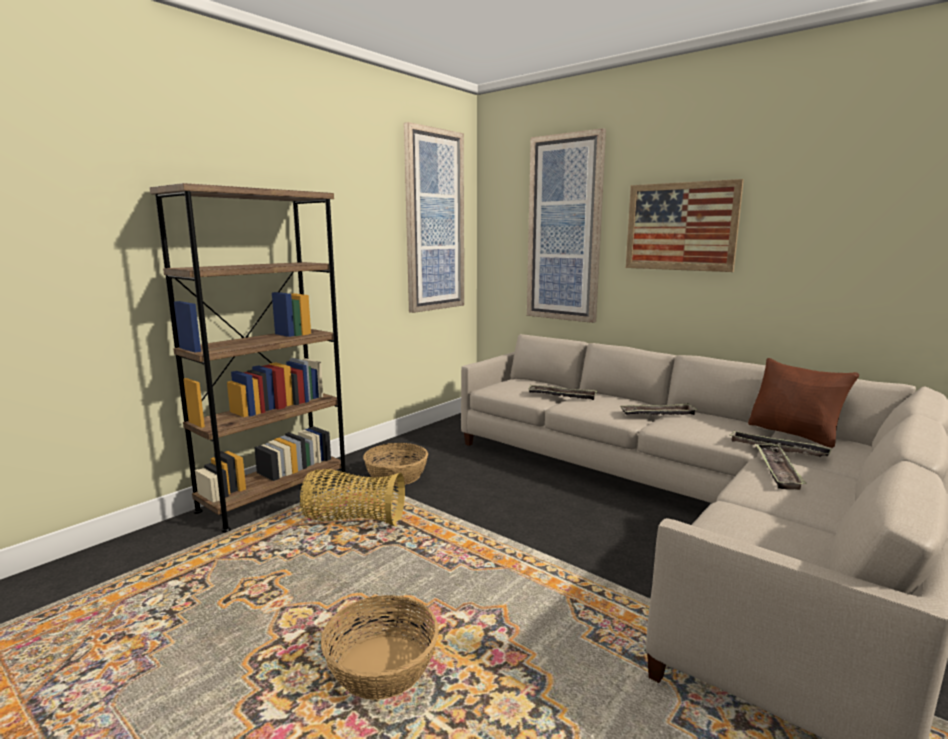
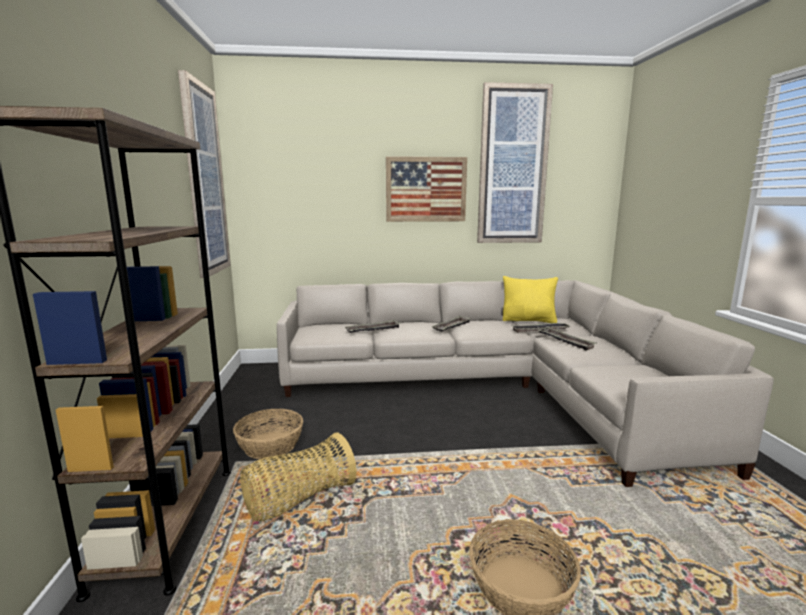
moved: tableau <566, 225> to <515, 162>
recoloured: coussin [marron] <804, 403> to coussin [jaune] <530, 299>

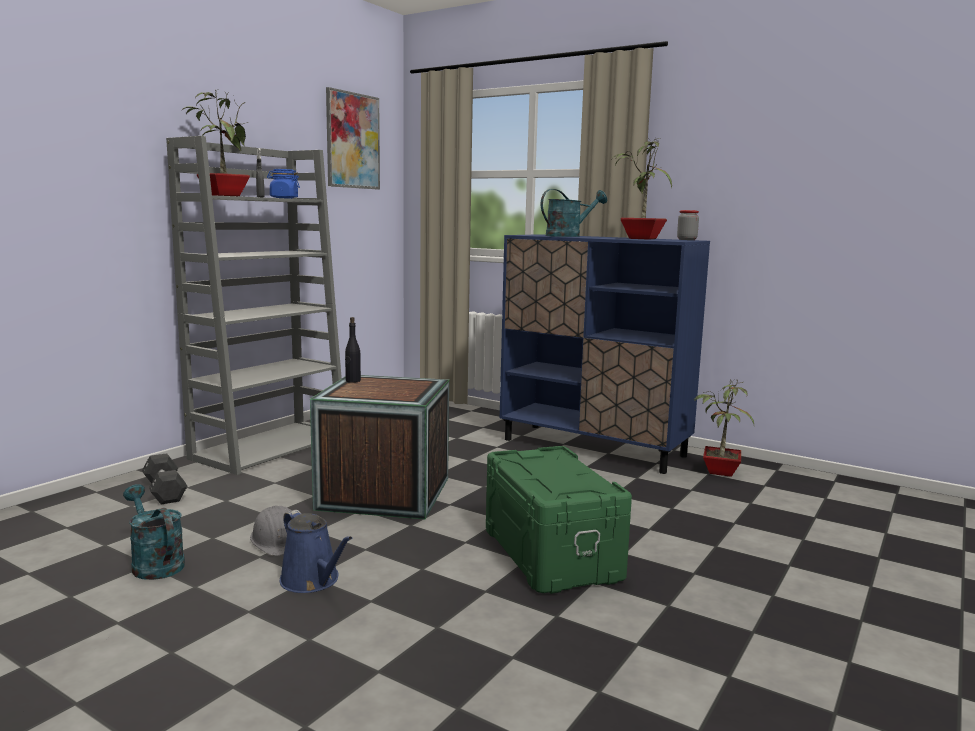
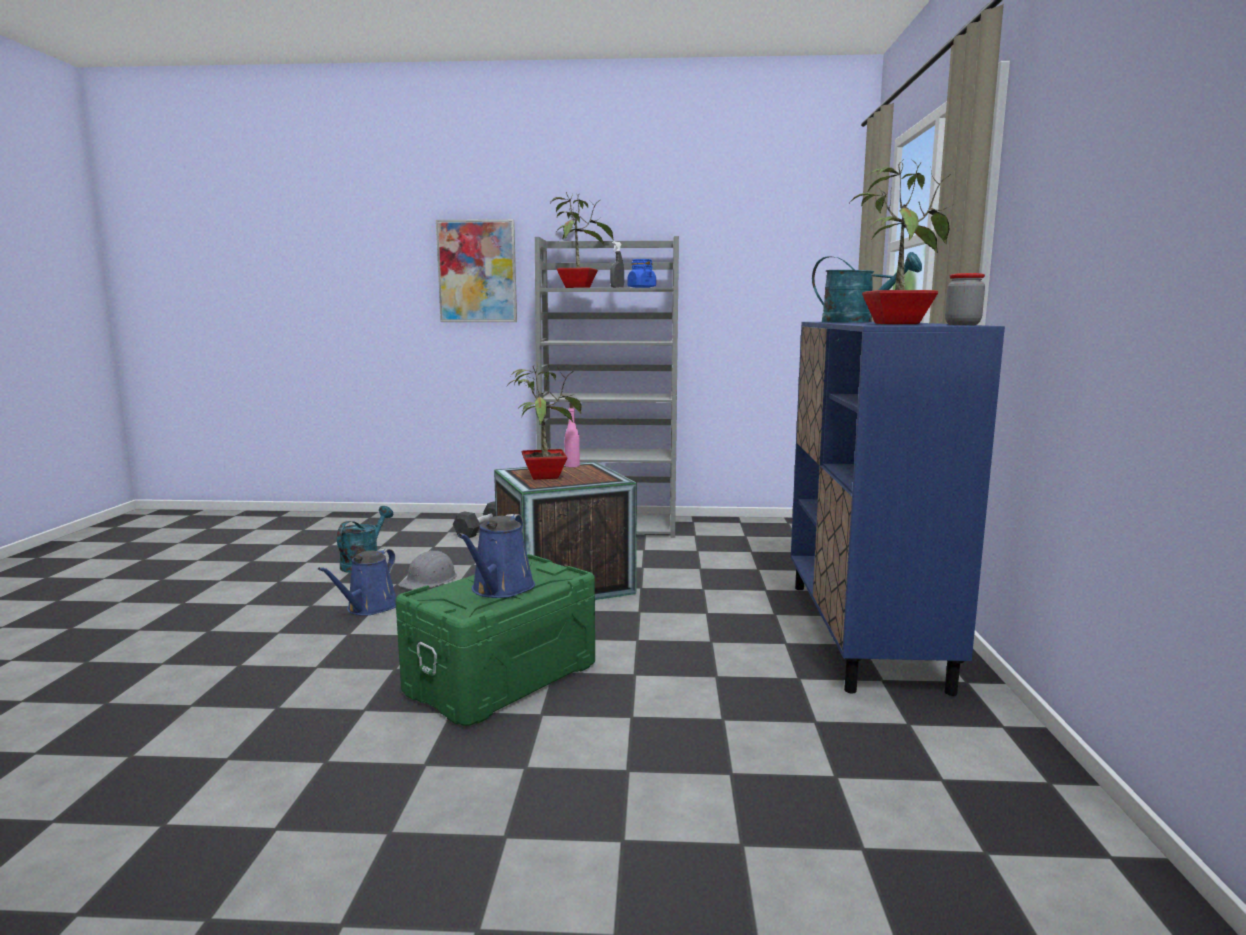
added: arrosoir [bleu] <496, 556>
moved: tableau <353, 138> to <476, 270>; plante en pot <724, 428> to <544, 421>
recoloured: bouteille [noir] <353, 350> to bouteille [rose] <572, 435>

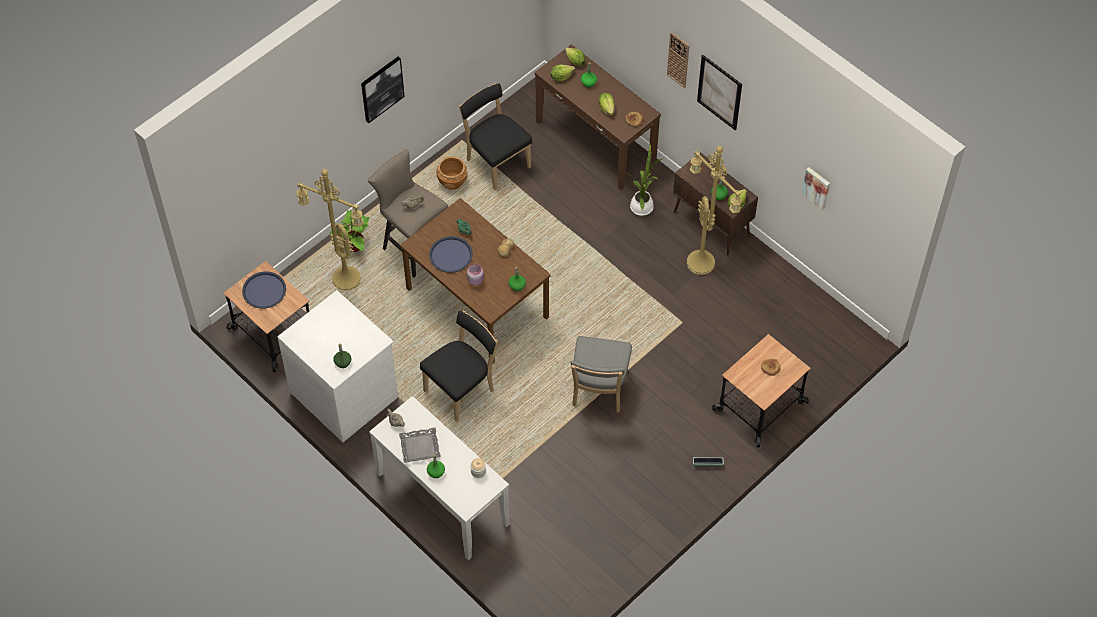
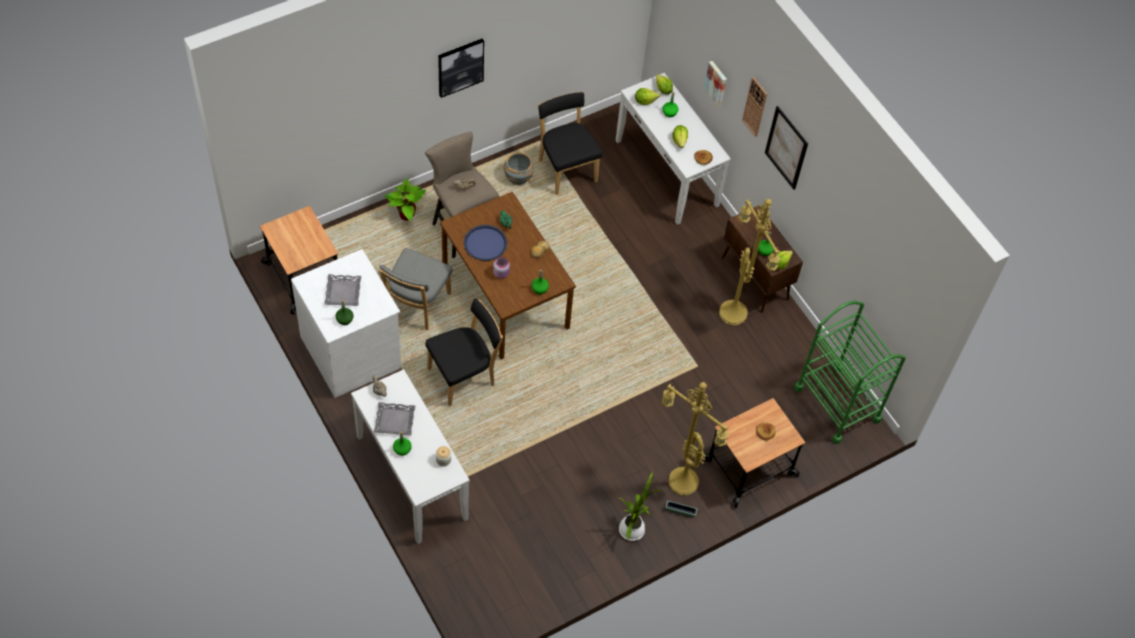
removed: plateau [bleu] <264, 290>
added: plateau [gris] <342, 290>; chariot [vert] <850, 372>
moved: chaise [gris] <601, 374> to <415, 289>; plante en pot <646, 180> to <640, 506>; lampadaire [jaune] <330, 230> to <695, 439>; tableau <816, 188> to <715, 84>
recoloured: cache-pot [marron] <451, 173> to cache-pot [gris] <519, 168>; table console [marron] <598, 117> to table console [blanc] <673, 149>

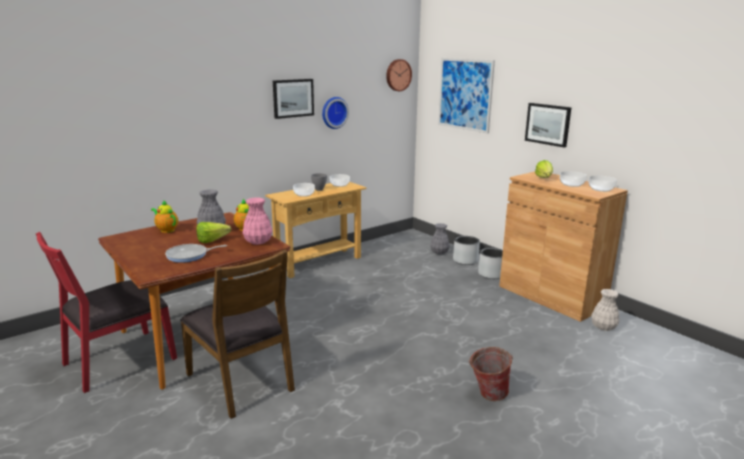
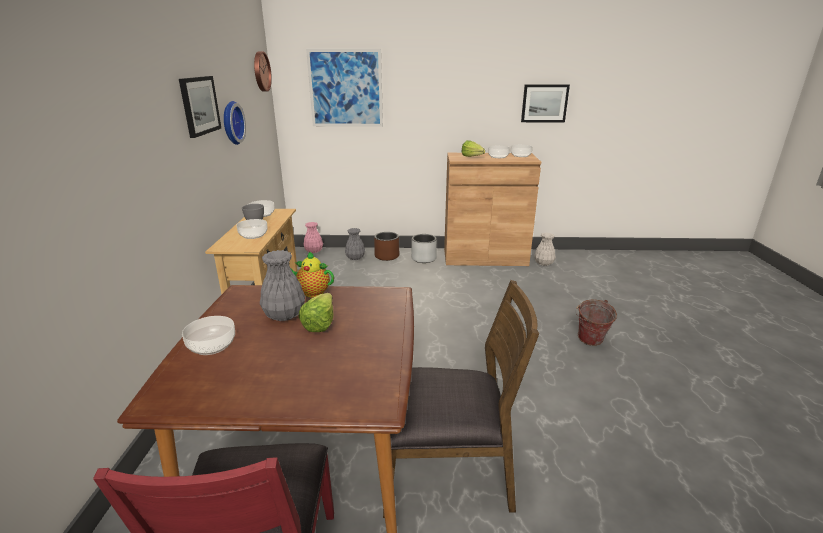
removed: poêle <196, 253>
moved: vase [rose] <257, 221> to <313, 237>; tableau <548, 125> to <545, 104>
replaced: théière <164, 216> to bol <208, 335>
recoloured: cache-pot [gris] <466, 250> to cache-pot [marron] <386, 246>

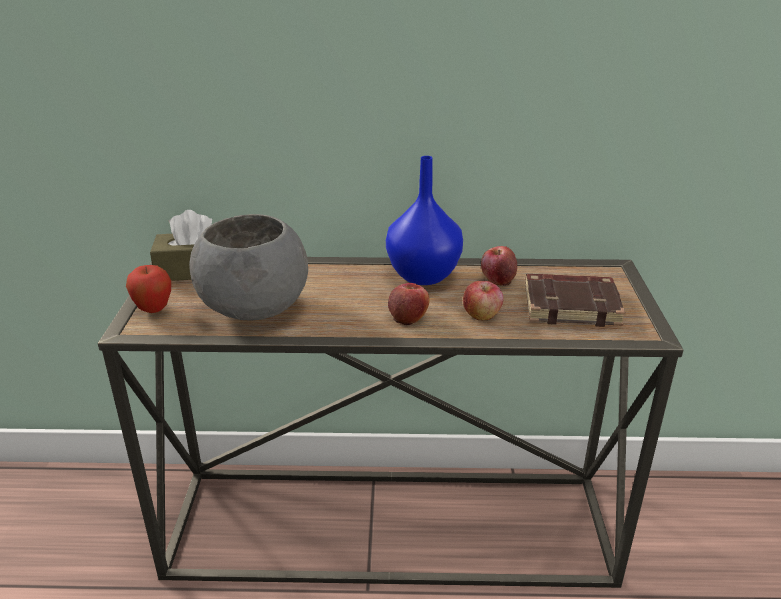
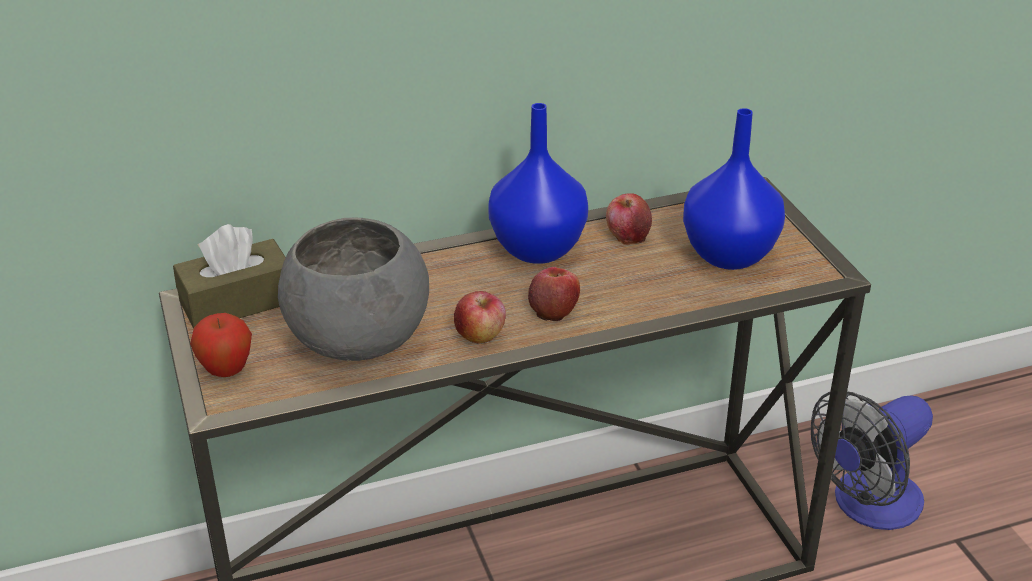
added: ventilateur <872, 460>
moved: pomme <483, 300> to <480, 317>
replaced: livre [marron] <575, 300> to vase [bleu] <734, 189>

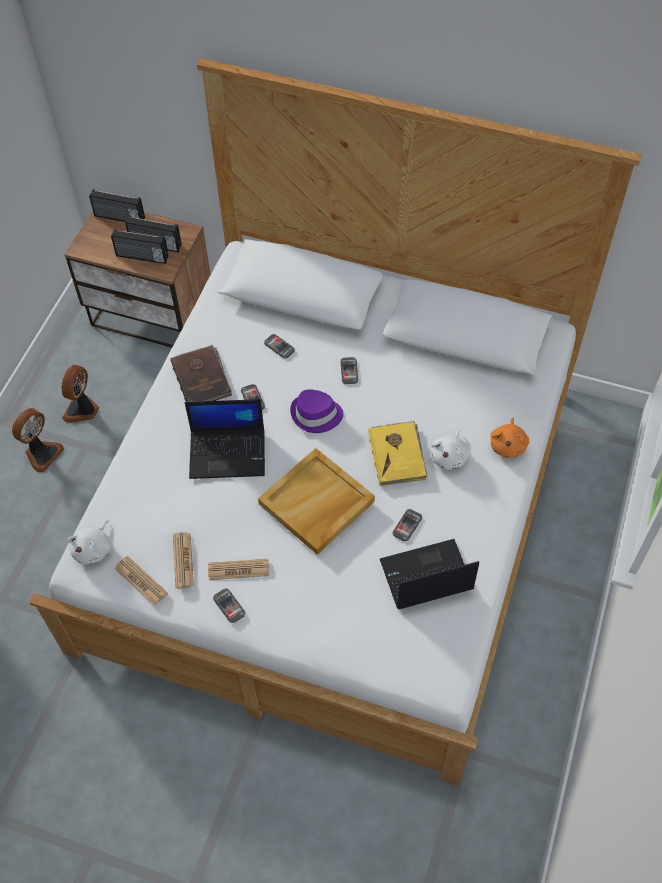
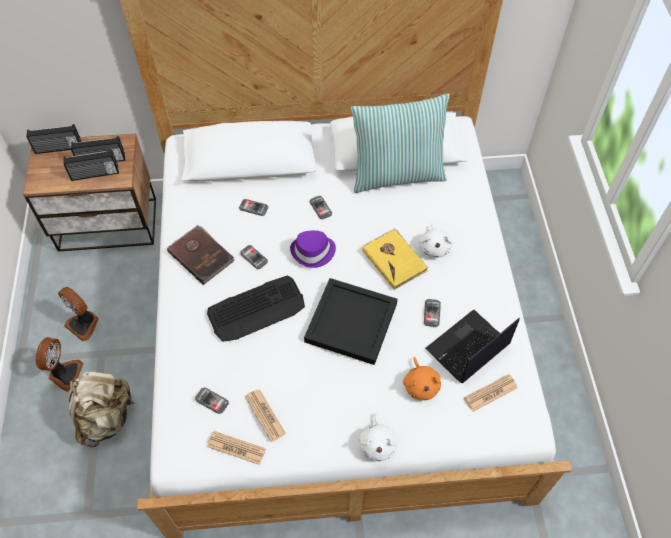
added: sac à dos [beige] <101, 410>; coussin <400, 143>
moved: téléphone <229, 606> to <212, 400>; peluche [blanc] <89, 542> to <378, 437>; peluche [orange] <509, 438> to <422, 378>; journal <238, 569> to <491, 393>
replaced: ordinateur portable <225, 439> to clavier <256, 308>
recoloured: plateau [beige] <316, 501> to plateau [noir] <351, 321>
turned: ventilateur <80, 393> = <78, 314> 45 degrees counterclockwise

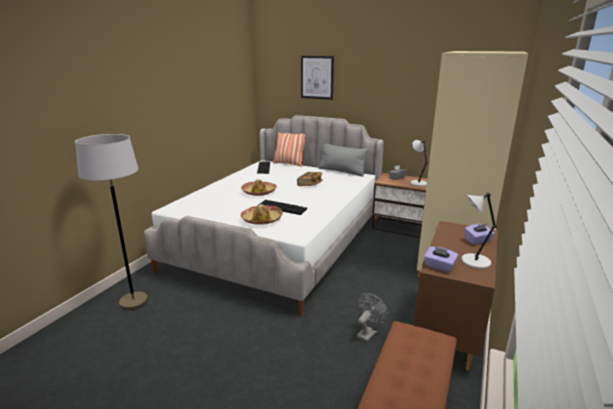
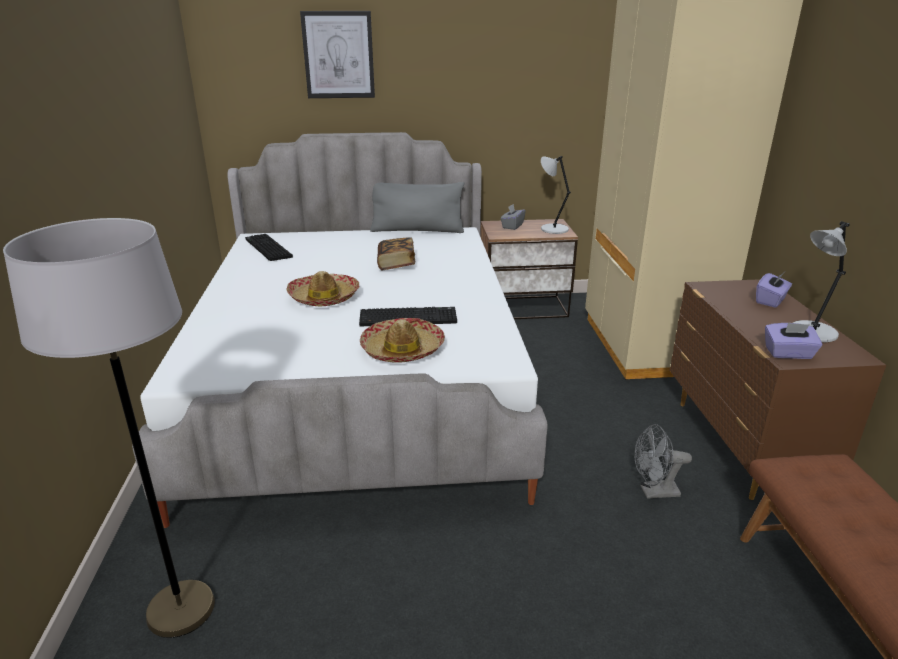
removed: coussin <289, 149>
turned: ventilateur [gris] <373, 317> = <663, 461> 105 degrees counterclockwise

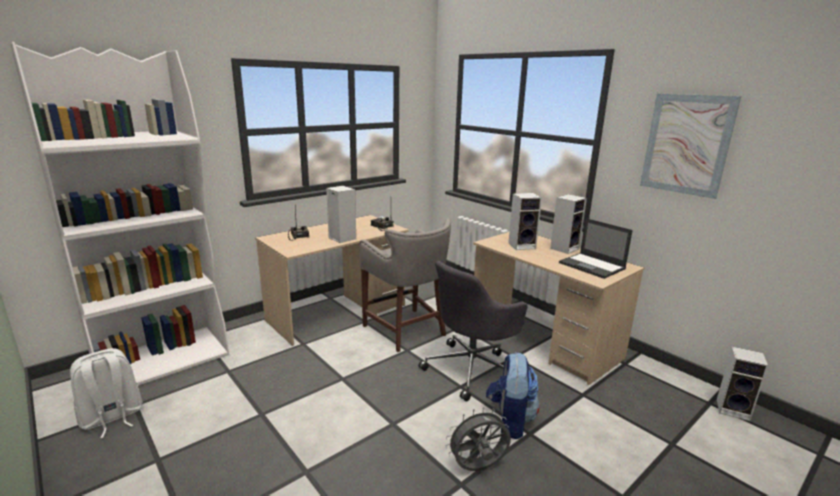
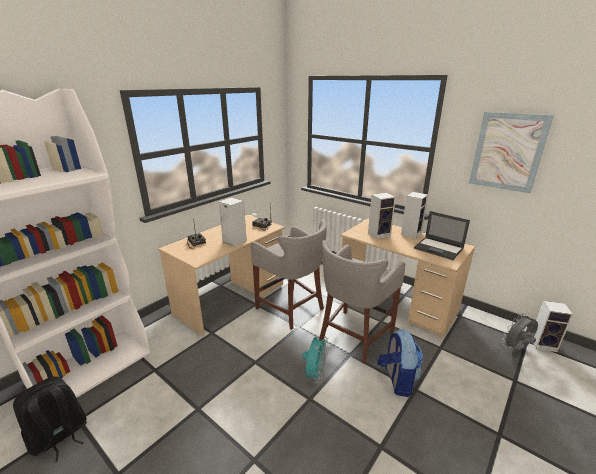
added: ventilateur [turquoise] <315, 359>
moved: ventilateur [gris] <478, 439> to <520, 332>
replaced: chaise de bureau [gris] <473, 331> to tabouret [gris] <362, 302>
recoloured: sac à dos [blanc] <106, 393> to sac à dos [noir] <50, 419>

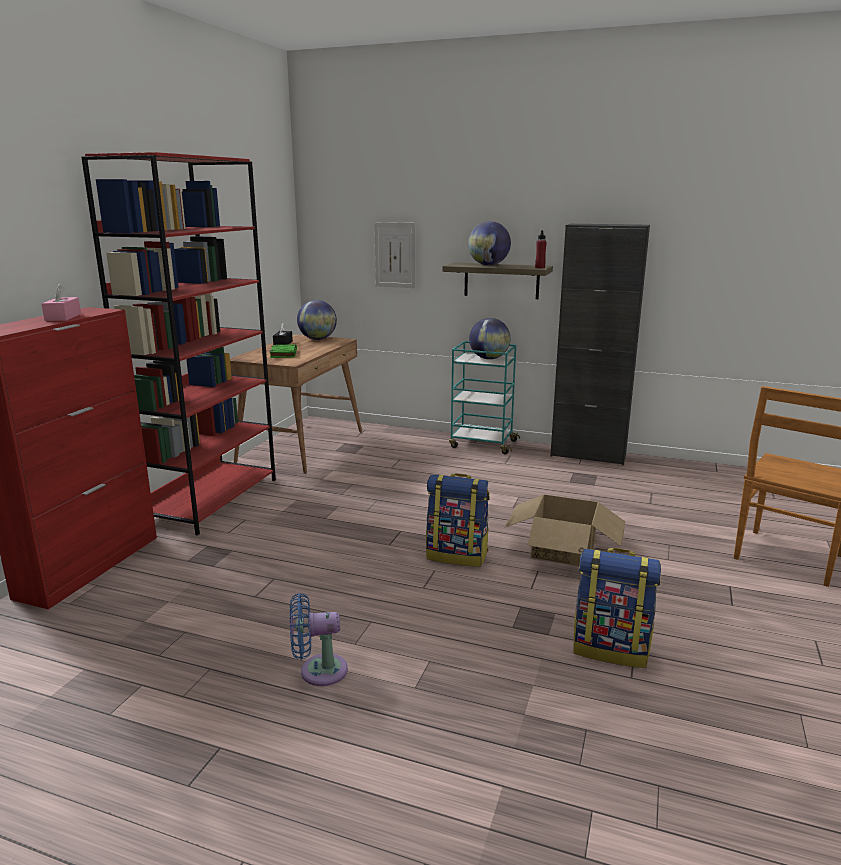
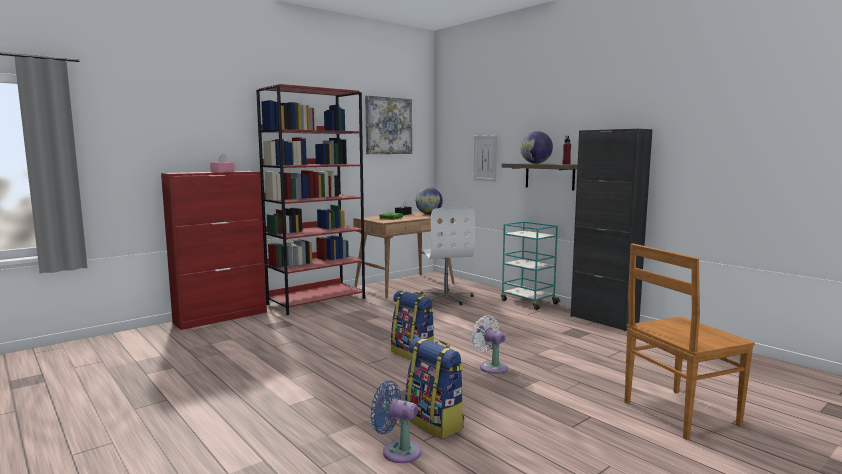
removed: globe <489, 338>
added: tableau <388, 125>; chaise de bureau [blanc] <447, 256>
moved: ventilateur [bleu] <319, 639> to <395, 422>
replaced: carton <565, 530> to ventilateur [blanc] <489, 344>

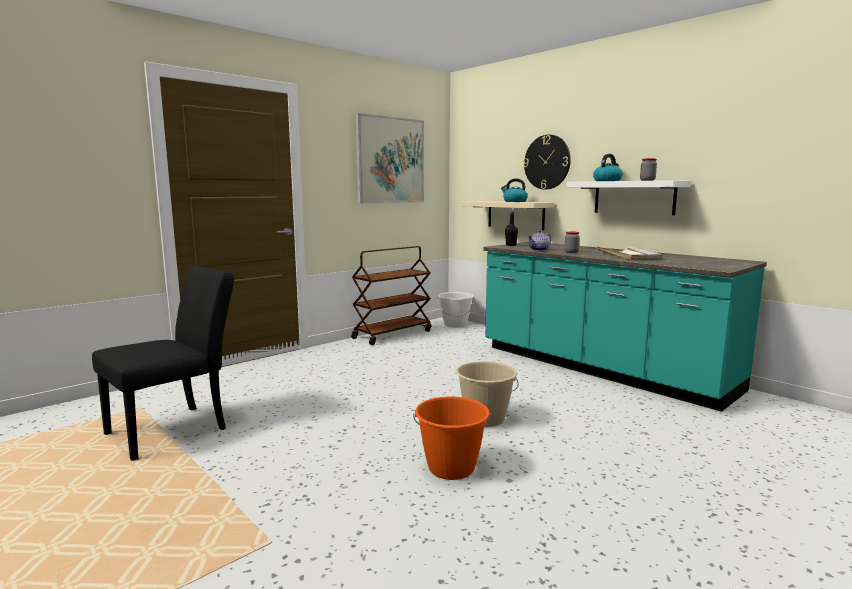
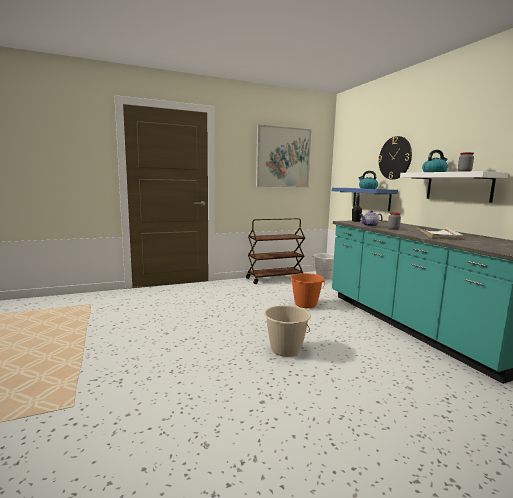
removed: chaise [noir] <163, 363>
moved: seau [orange] <452, 438> to <307, 290>
recoloured: étagère [beige] <508, 215> to étagère [bleu] <365, 199>

